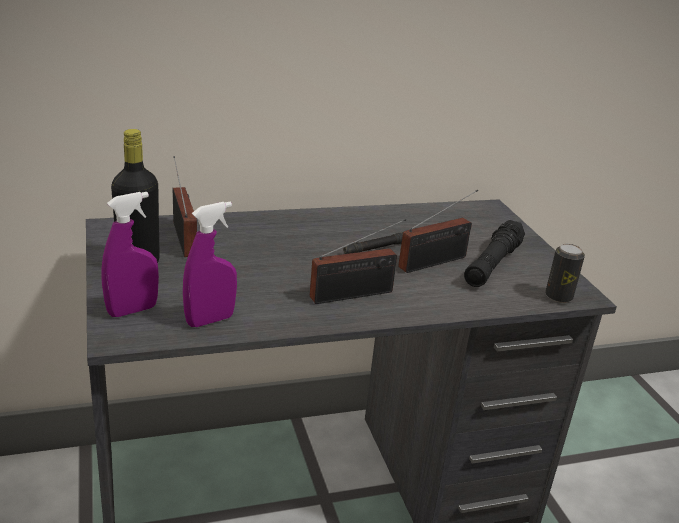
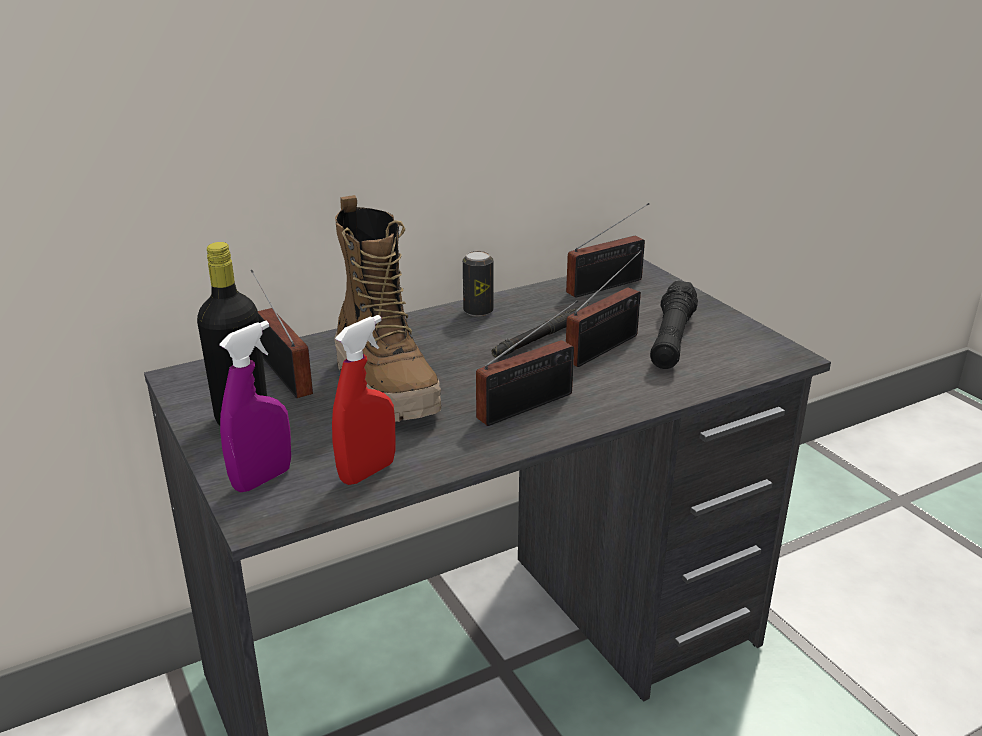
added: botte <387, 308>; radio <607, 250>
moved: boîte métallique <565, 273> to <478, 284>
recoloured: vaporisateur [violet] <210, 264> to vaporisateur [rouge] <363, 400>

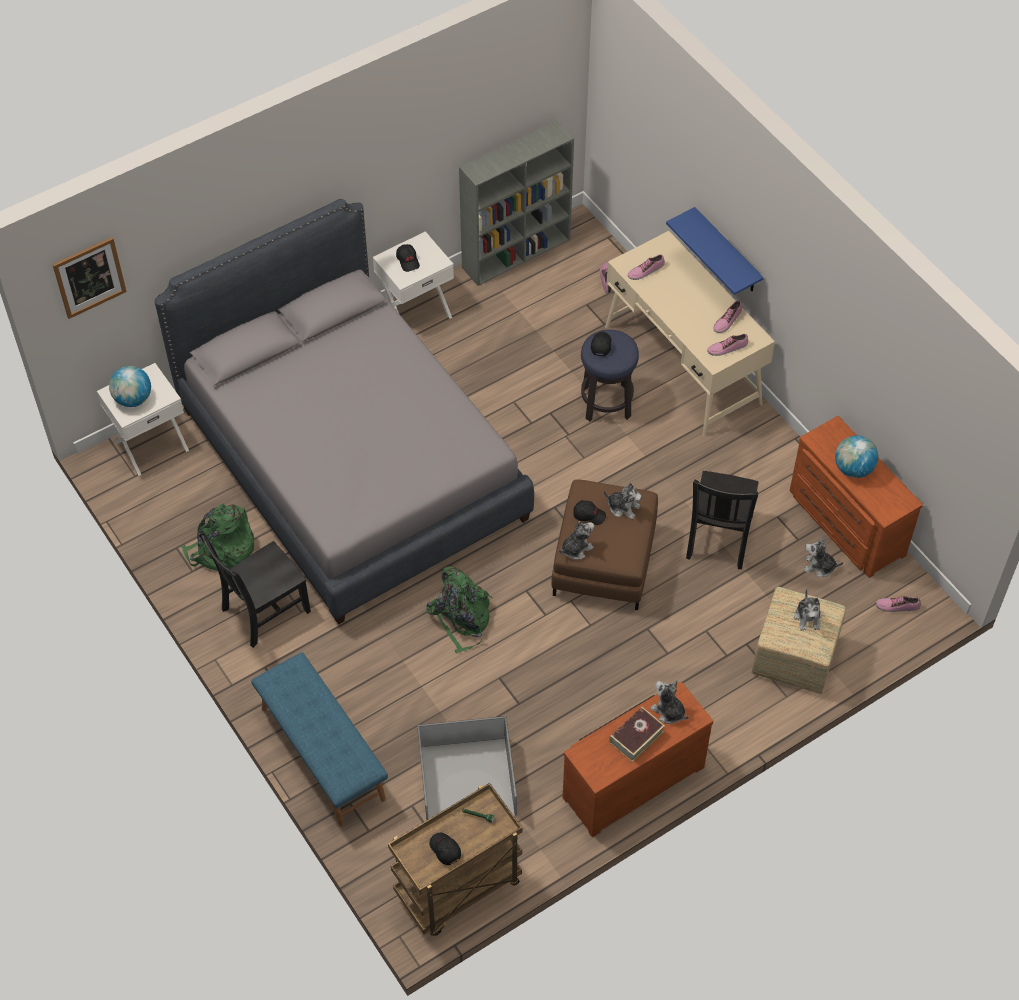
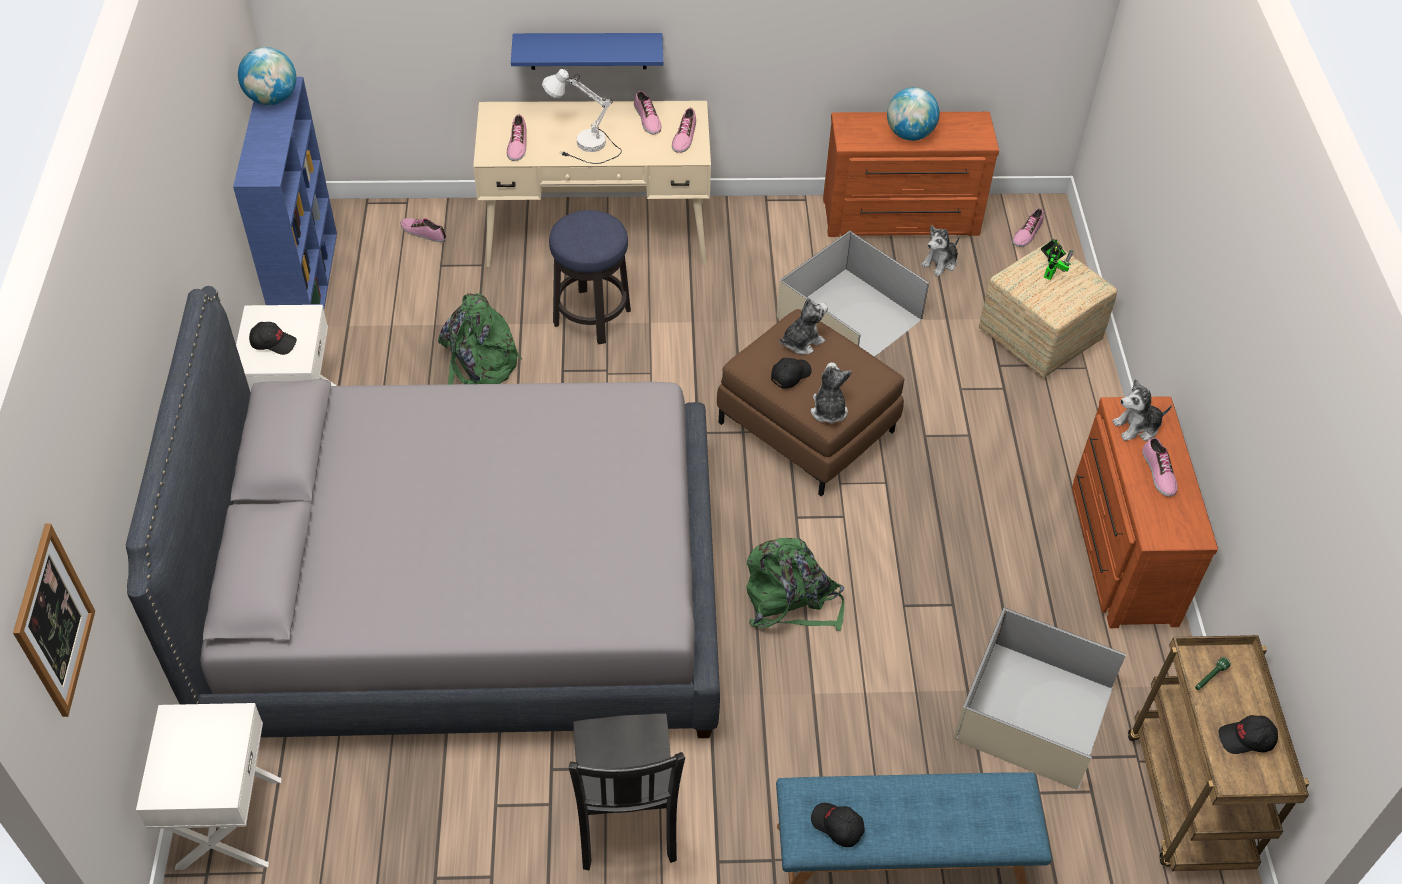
added: lampe de table [blanc] <582, 116>
moved: globe <130, 386> to <267, 76>; sac à dos [vert] <217, 537> to <480, 338>; casquette [noir] <601, 344> to <838, 825>
replaced: chaise [noir] <722, 520> to boîte de rangement [beige] <853, 293>; peluche <808, 610> to robot jouet <1057, 259>; livre <637, 734> to chaussure <1160, 467>
recoloured: bibliothèque [gris] <516, 203> to bibliothèque [bleu] <285, 193>

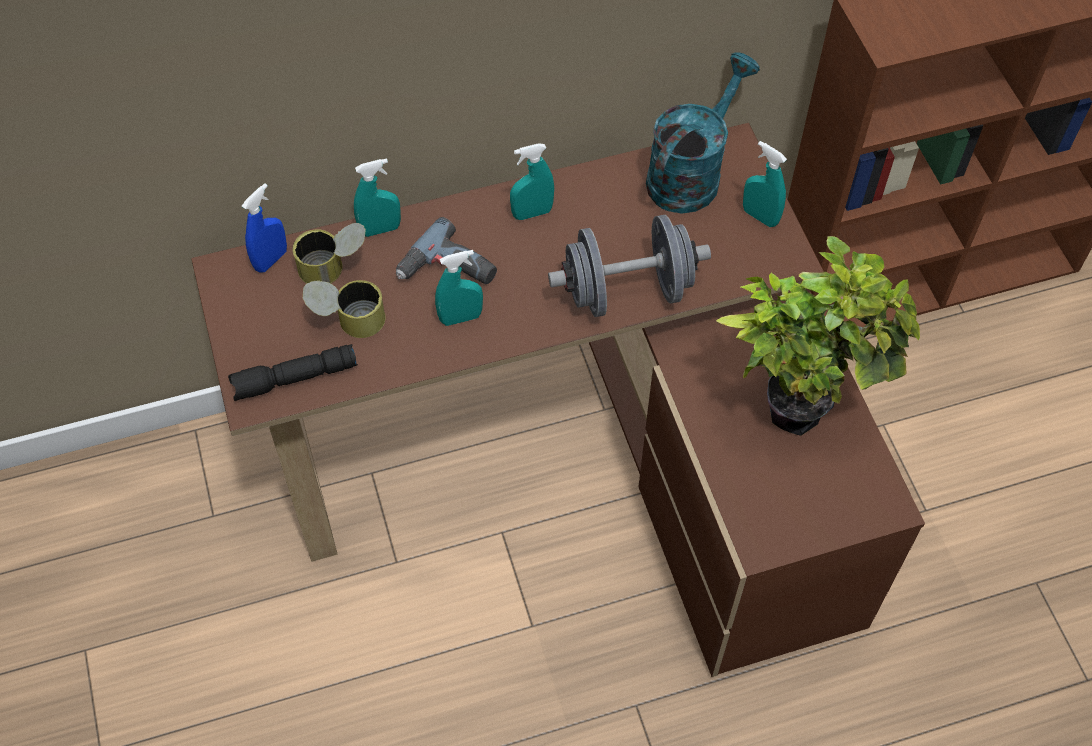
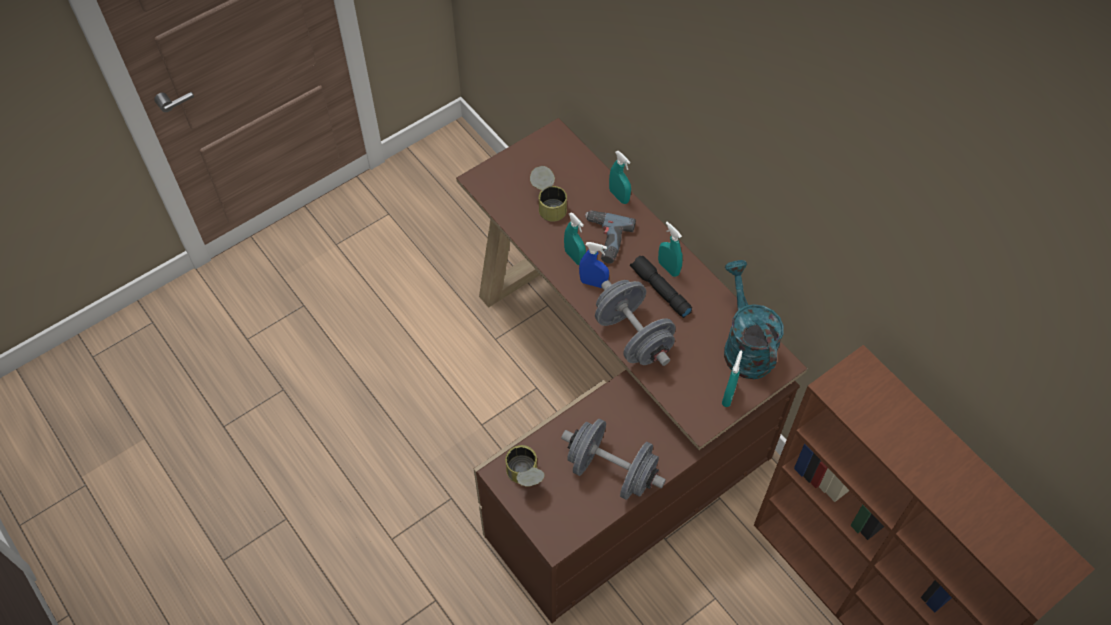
moved: boîte métallique <329, 253> to <525, 466>; vaporisateur [bleu] <264, 228> to <594, 265>; lampe de poche [noir] <293, 372> to <661, 287>
replaced: plante en pot <818, 336> to haltère [gris] <613, 459>
turned: arrosoir [turquoise] <703, 133> = <754, 319> 120 degrees counterclockwise

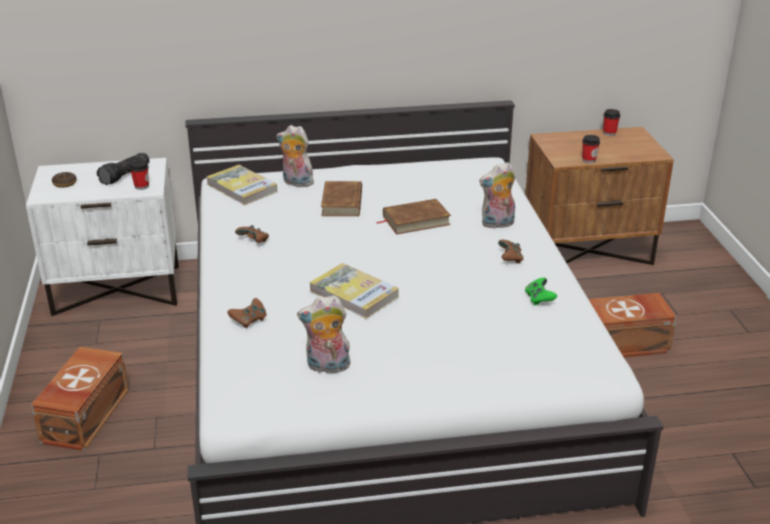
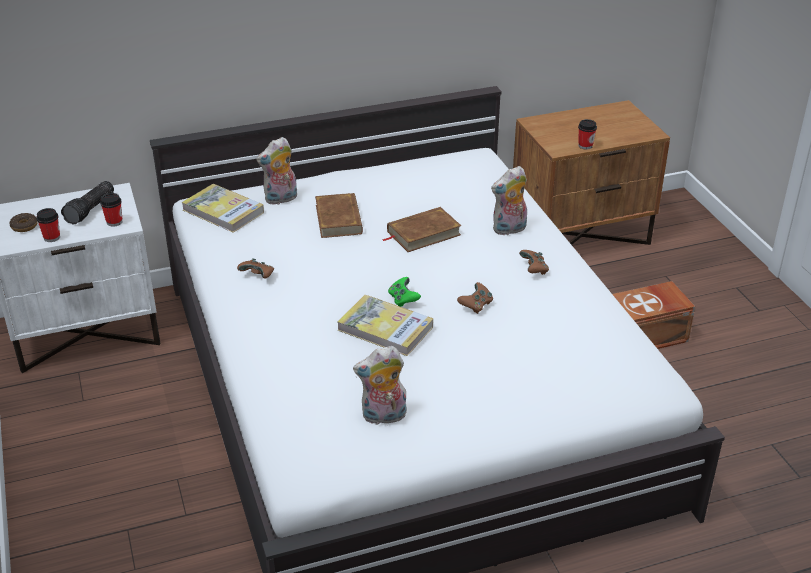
removed: boîte de rangement [marron] <80, 399>
moved: tasse <611, 122> to <48, 225>; manette [vert] <541, 292> to <404, 292>; manette [marron] <247, 313> to <475, 298>
turned: peluche <295, 156> = <276, 171> 45 degrees counterclockwise

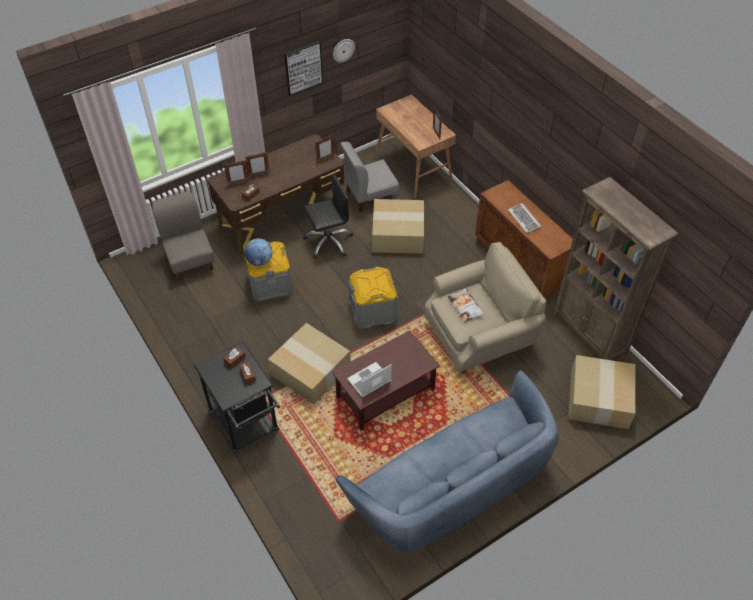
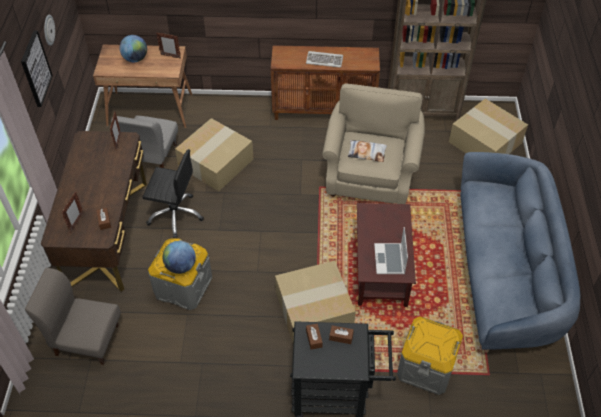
removed: cadre photo <257, 164>
added: globe <133, 48>
moved: boîte de rangement [gris] <373, 298> to <430, 356>
turned: chaise de bureau [noir] <328, 217> = <173, 193> 90 degrees clockwise

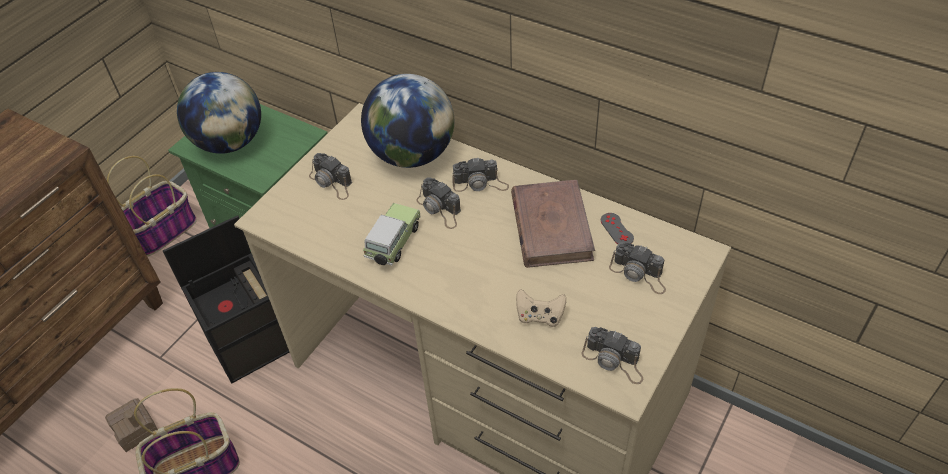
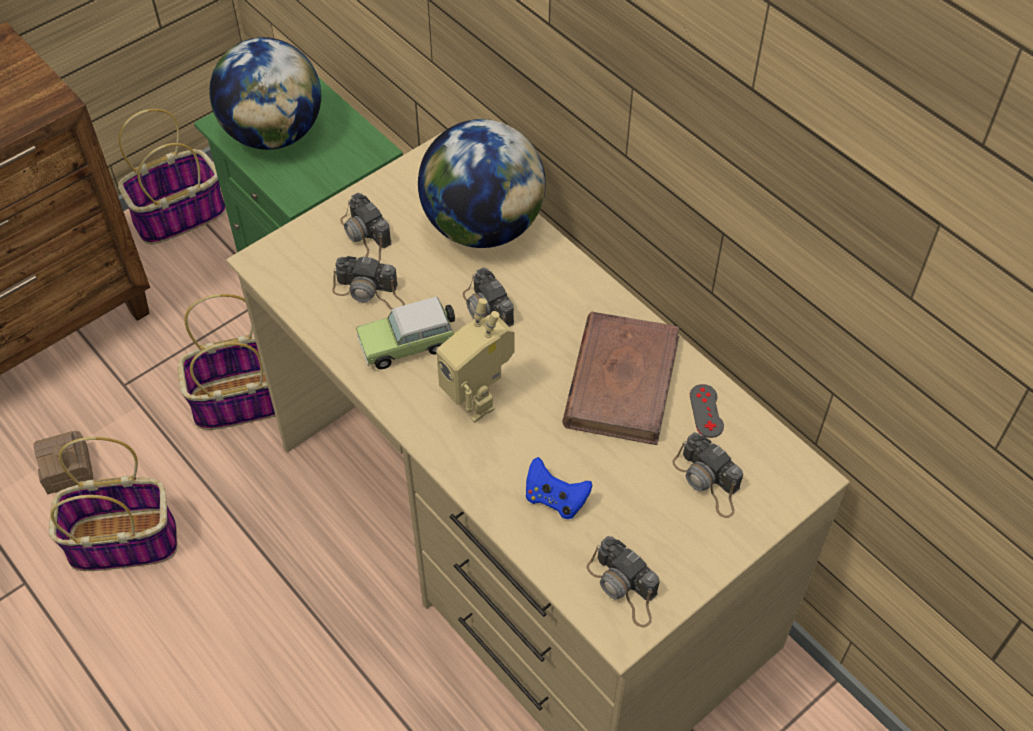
added: robot jouet <475, 360>
moved: appareil photo <481, 175> to <368, 283>
replaced: boîte de rangement [noir] <226, 299> to panier <226, 362>
recoloured: manette [beige] <541, 308> to manette [bleu] <559, 488>
turned: petite voiture <391, 234> = <405, 333> 150 degrees counterclockwise

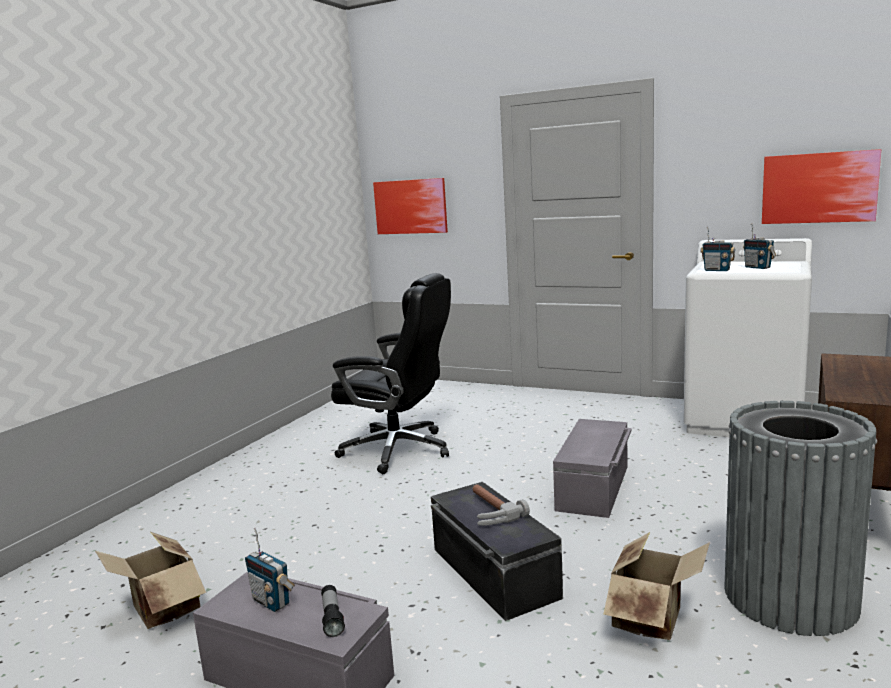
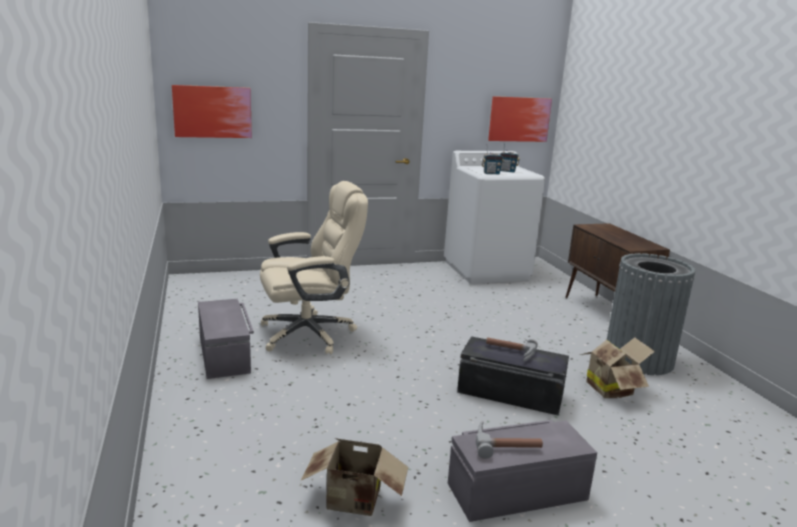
removed: lampe de poche <333, 611>
moved: boîte de rangement [gris] <592, 468> to <226, 339>
replaced: radio <270, 570> to marteau <509, 440>
recoloured: chaise de bureau [noir] <391, 373> to chaise de bureau [beige] <314, 267>

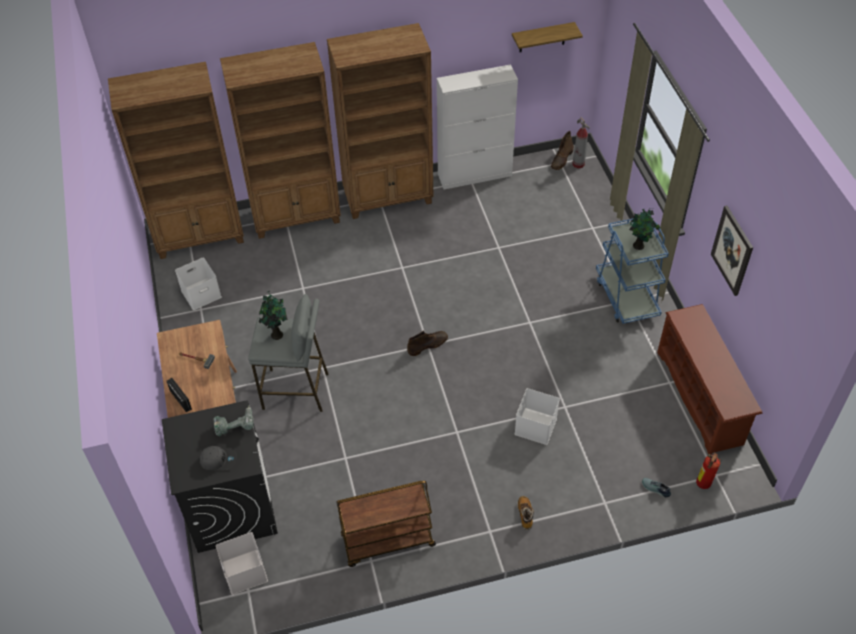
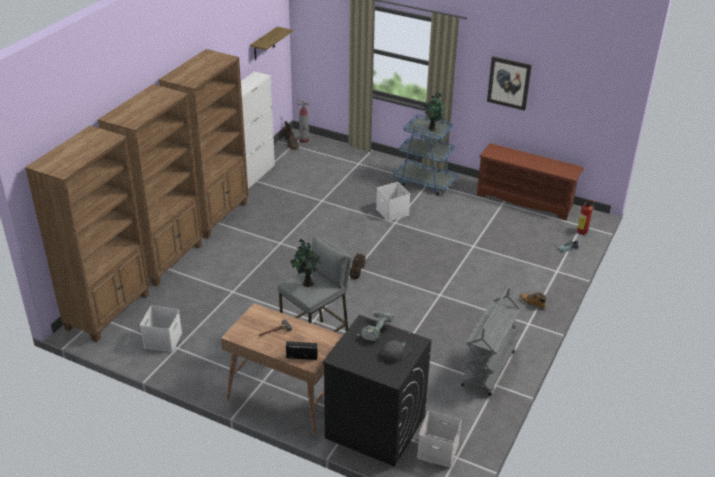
moved: boîte de rangement [blanc] <537, 416> to <393, 201>
recoloured: chariot [marron] <386, 524> to chariot [gris] <491, 341>

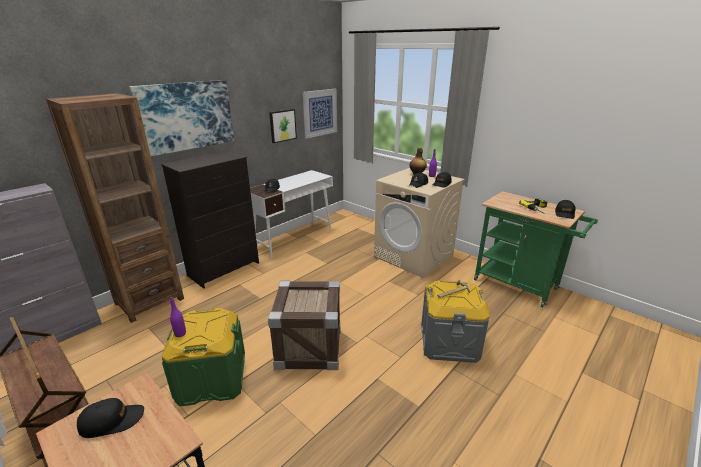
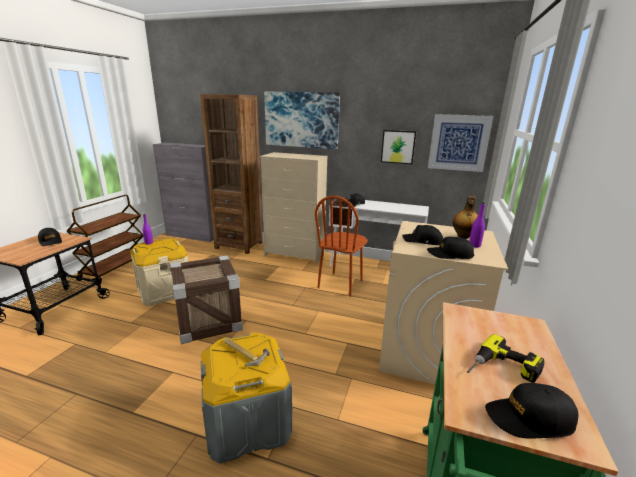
added: chaise [marron] <341, 246>
recoloured: boîte de rangement [vert] <203, 357> to boîte de rangement [beige] <159, 272>; commode [noir] <210, 220> to commode [beige] <294, 208>

